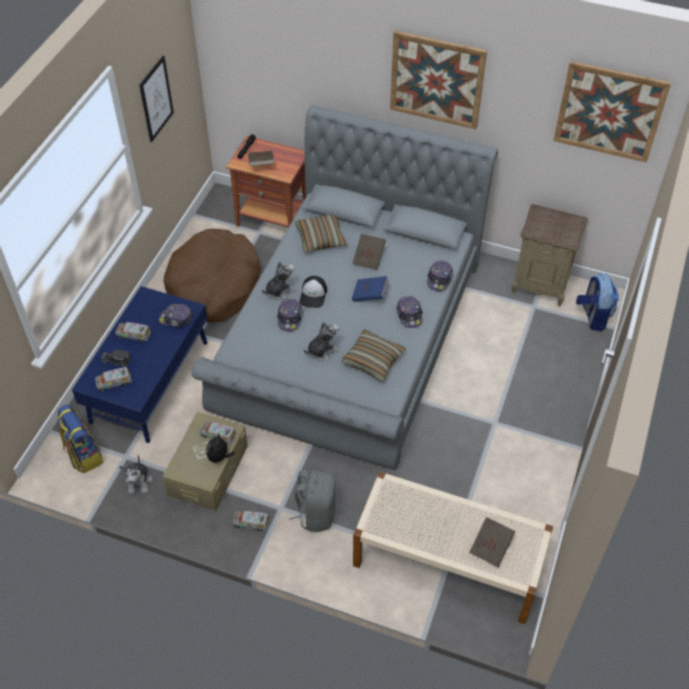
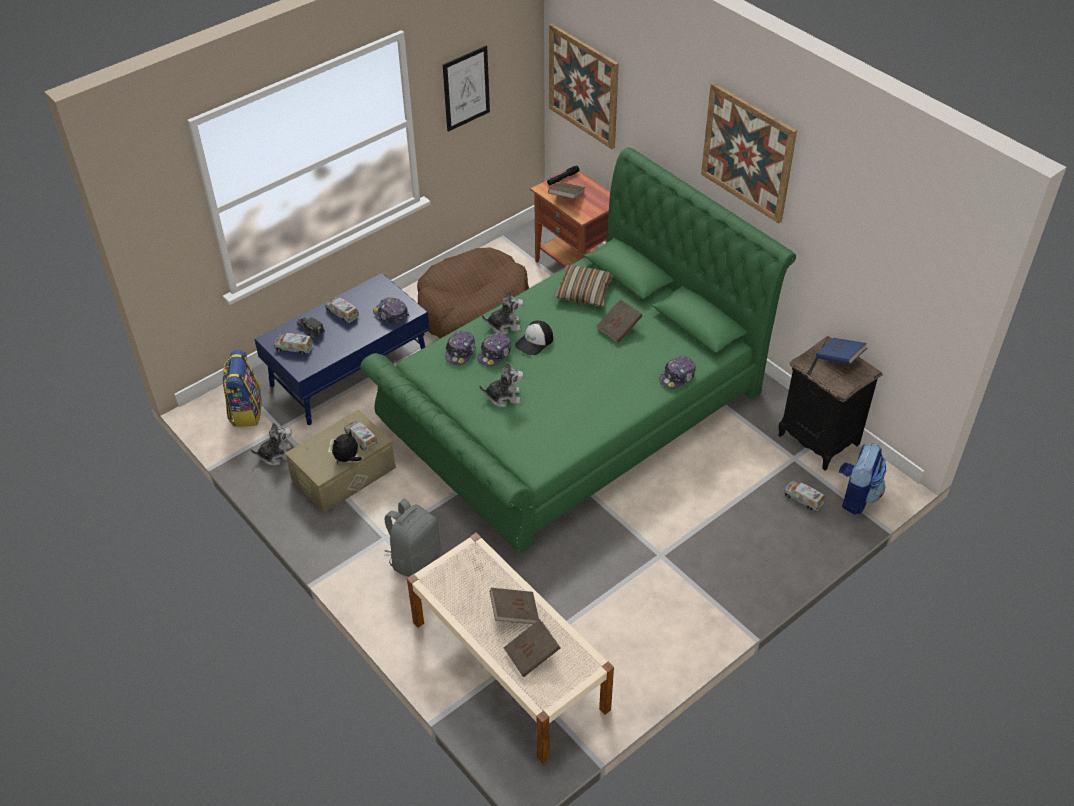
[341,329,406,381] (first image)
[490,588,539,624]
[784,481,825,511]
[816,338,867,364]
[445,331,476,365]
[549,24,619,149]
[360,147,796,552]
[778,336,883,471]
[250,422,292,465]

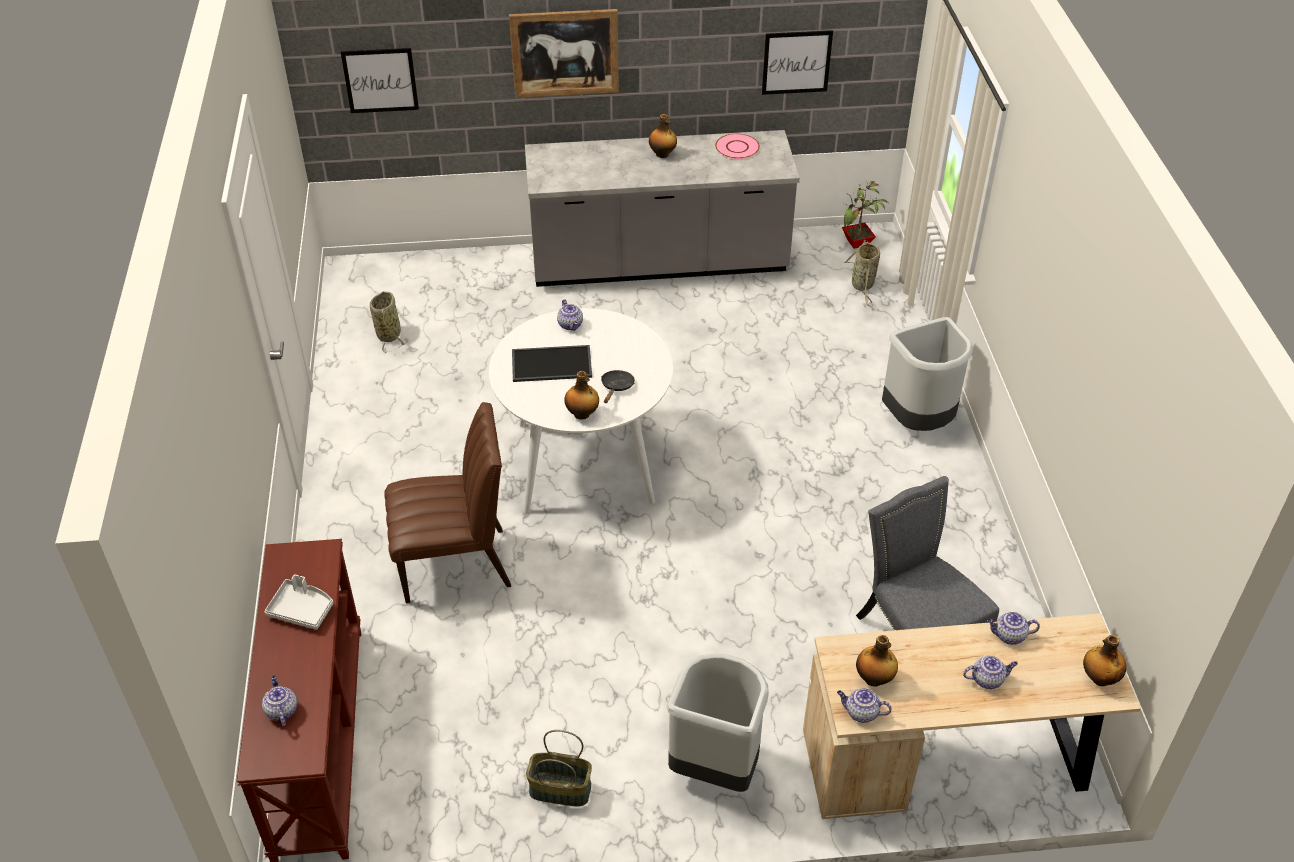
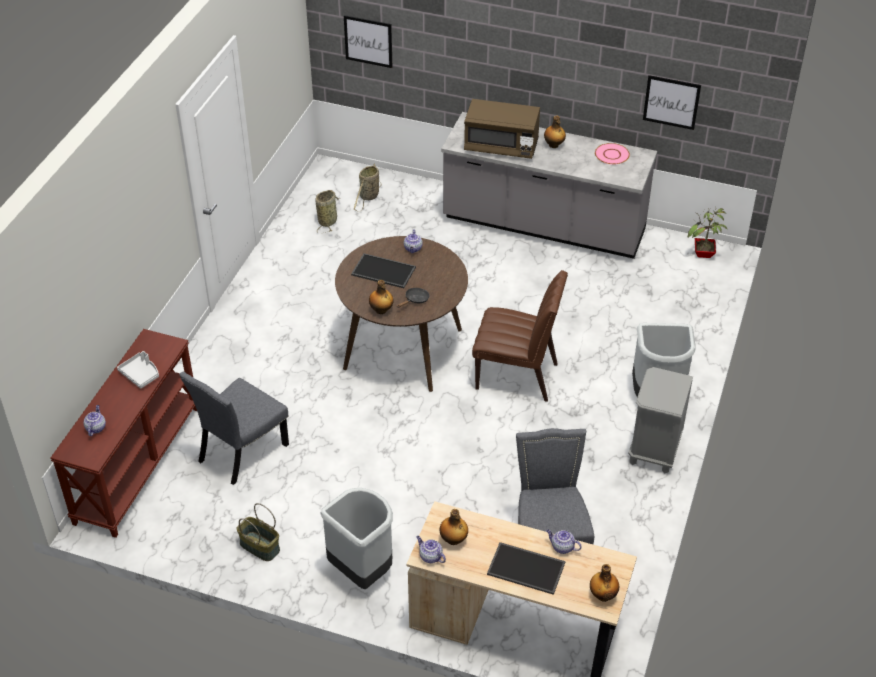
[509,9,619,98] (first image)
[180,372,289,485]
[464,99,540,159]
[628,367,693,474]
[472,270,568,402]
[354,164,381,212]
[487,542,566,595]
[335,236,468,392]

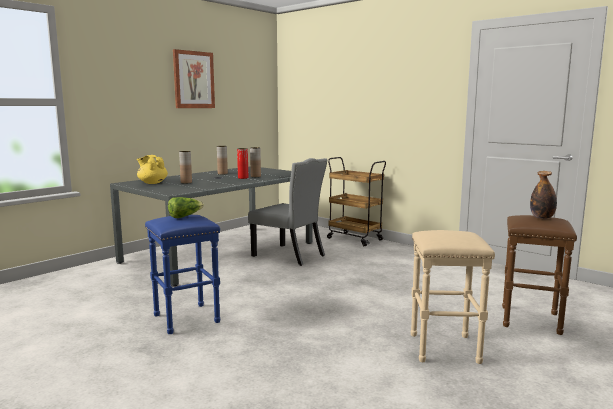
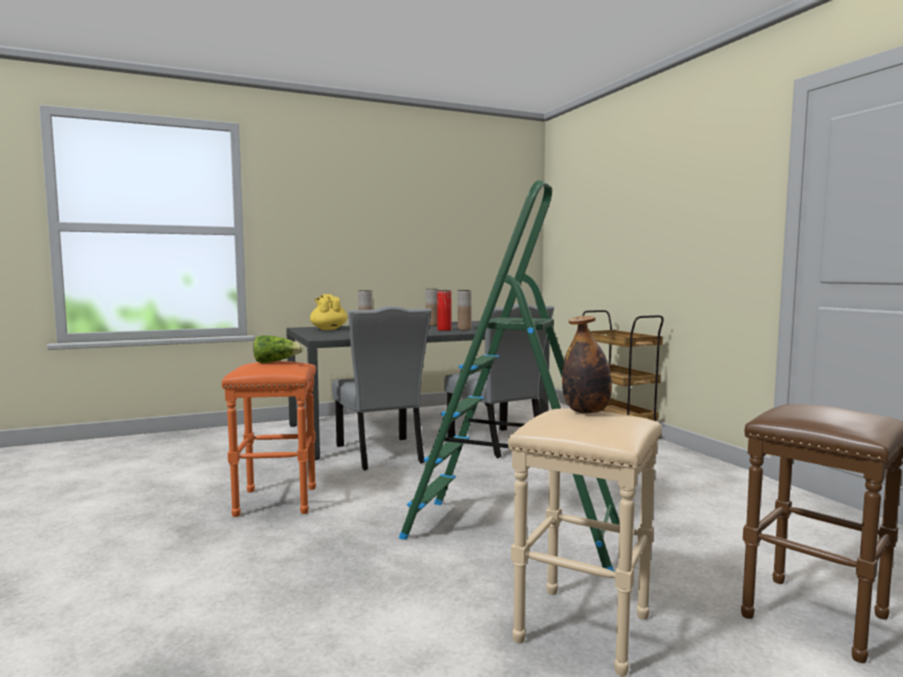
[173,49,215,108] (first image)
[332,306,432,470]
[399,180,619,571]
[562,316,612,414]
[222,361,316,517]

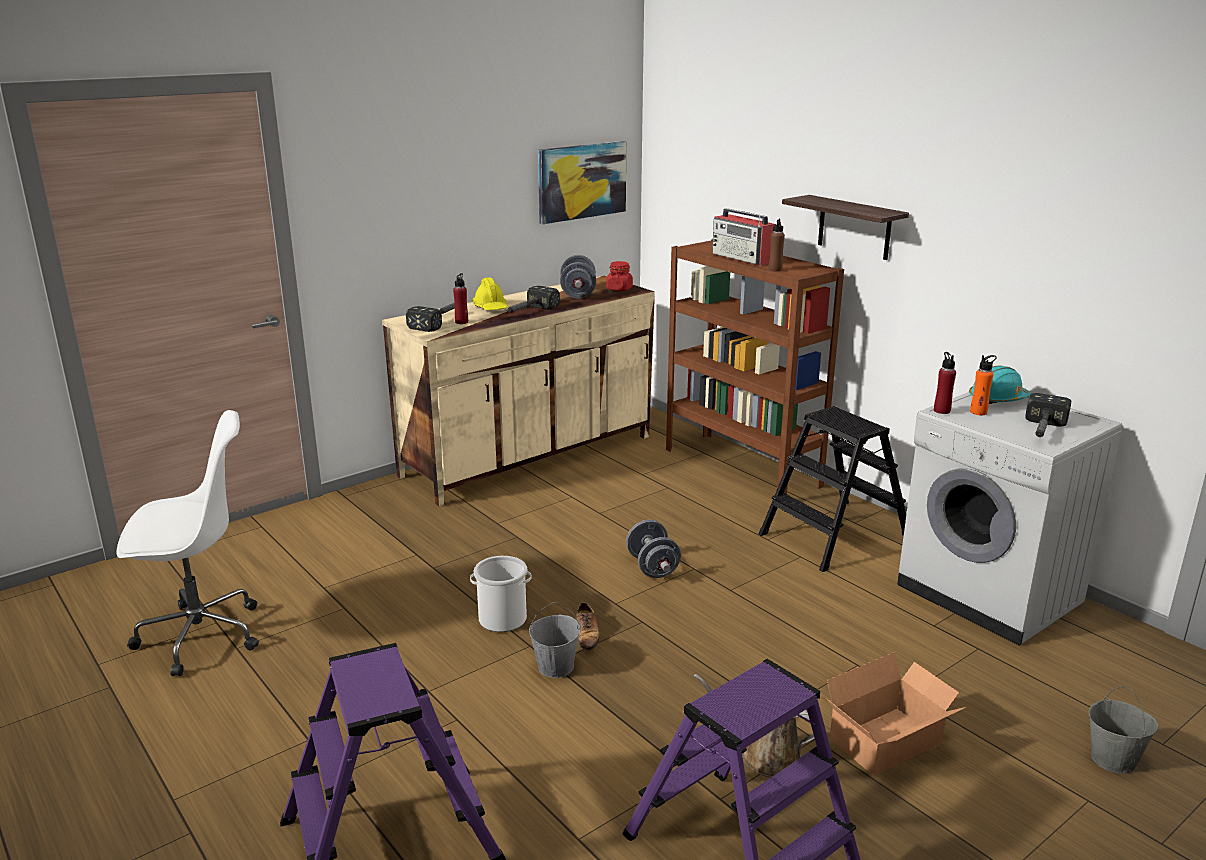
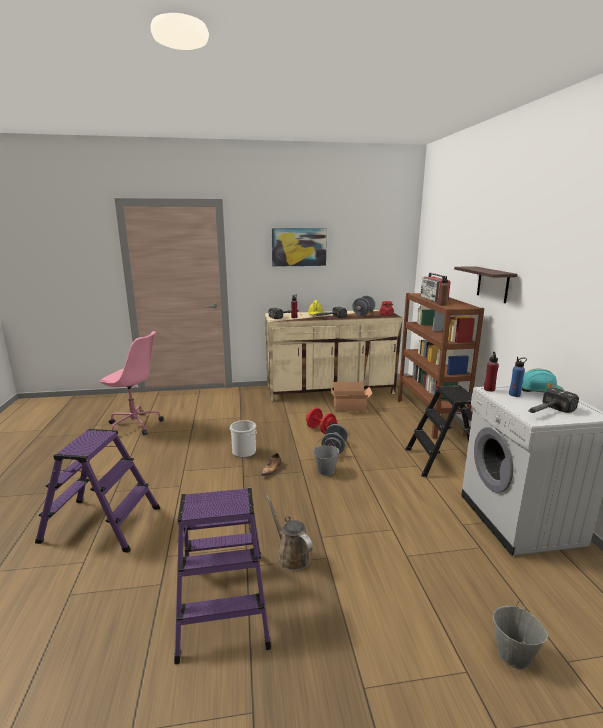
[306,408,337,434]
[313,437,339,476]
[271,228,327,267]
[330,382,373,411]
[98,331,164,435]
[509,357,527,397]

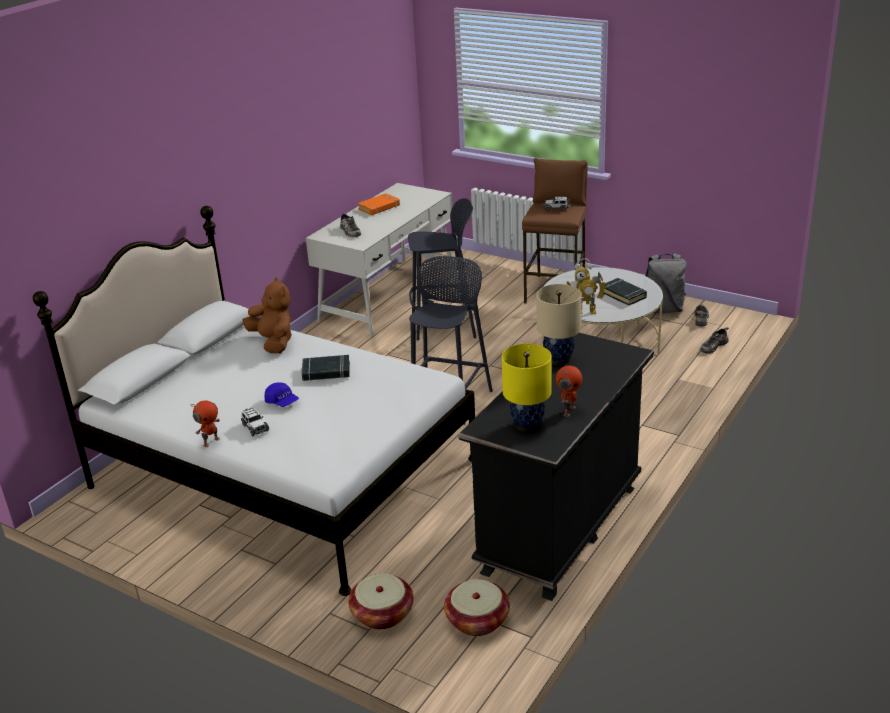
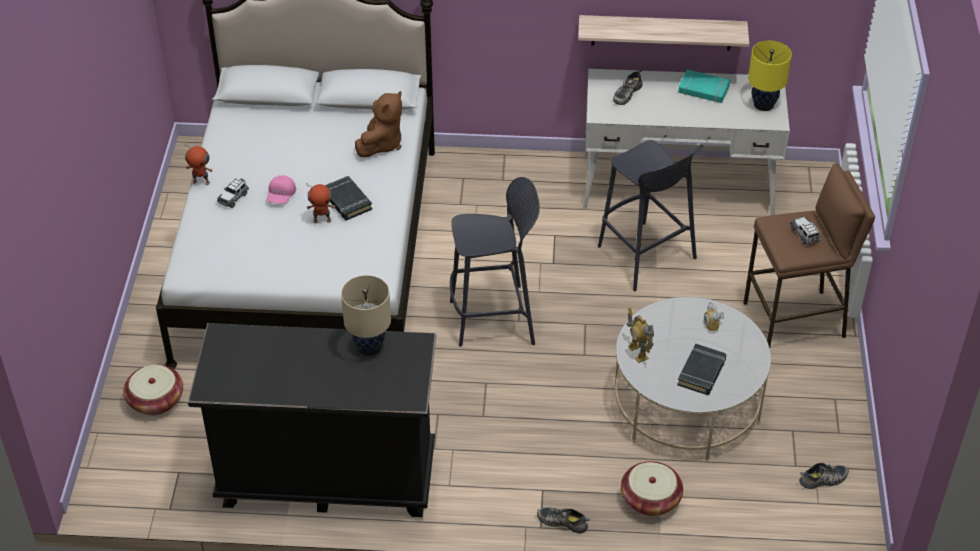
[645,253,687,313] (first image)
[578,15,749,51]
[621,461,683,516]
[748,41,792,111]
[306,184,335,223]
[537,507,590,534]
[267,175,296,204]
[678,70,730,103]

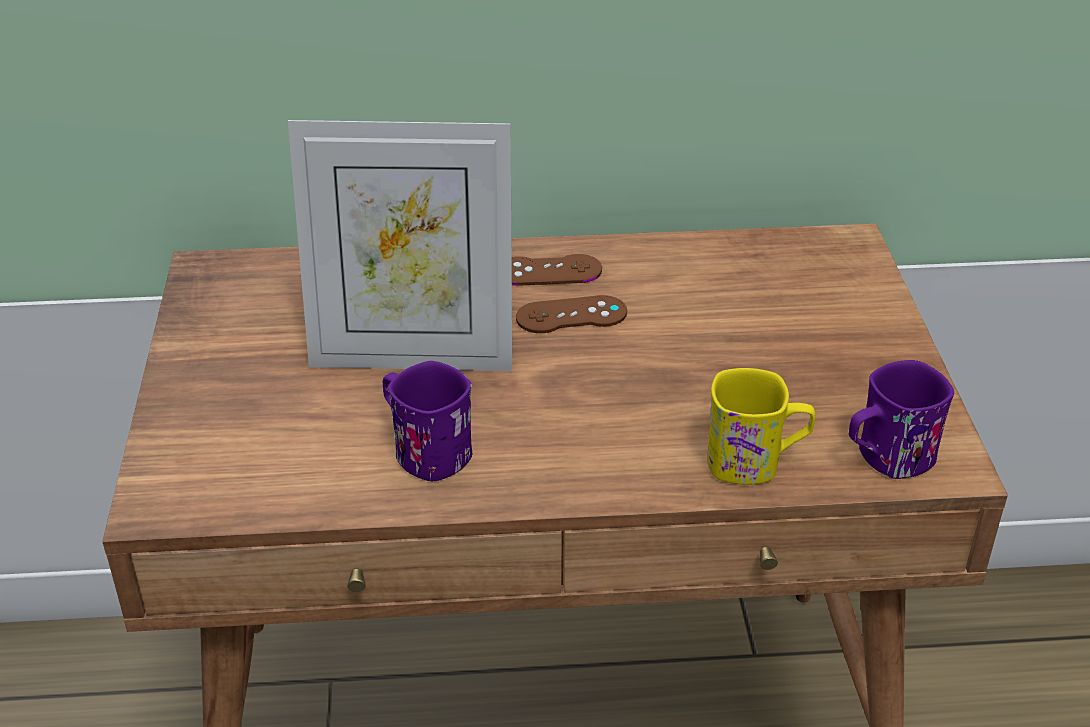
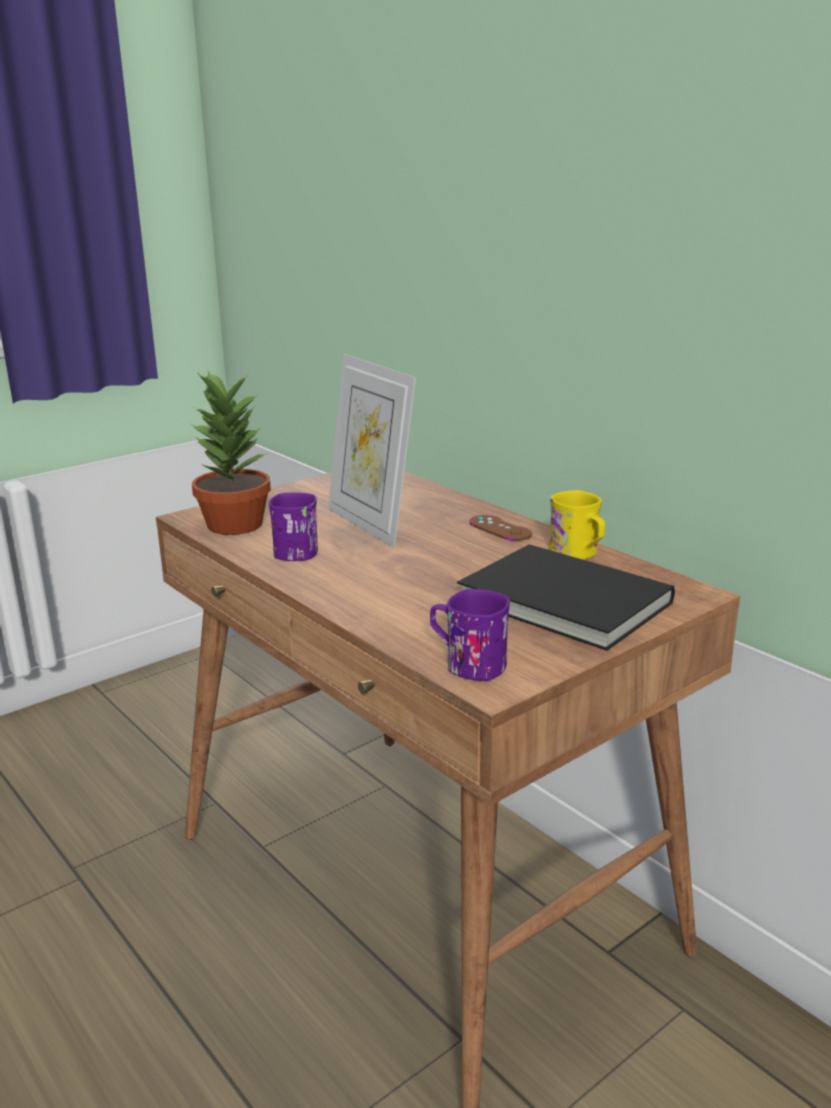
[516,295,627,333] (first image)
[191,371,271,535]
[457,544,675,651]
[549,490,605,559]

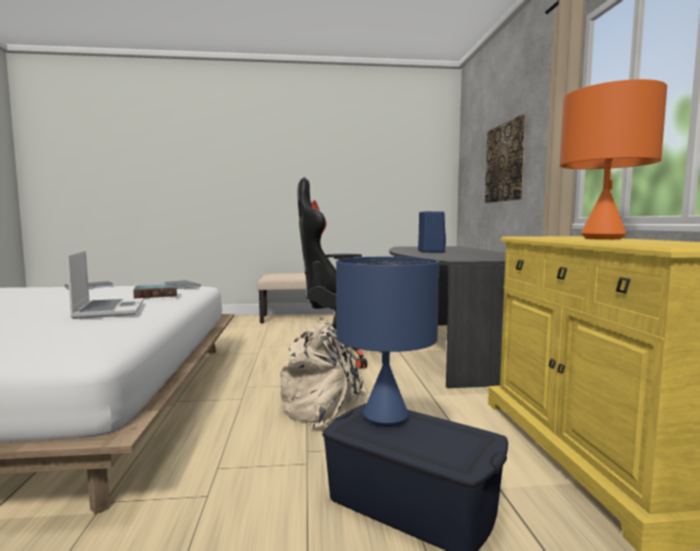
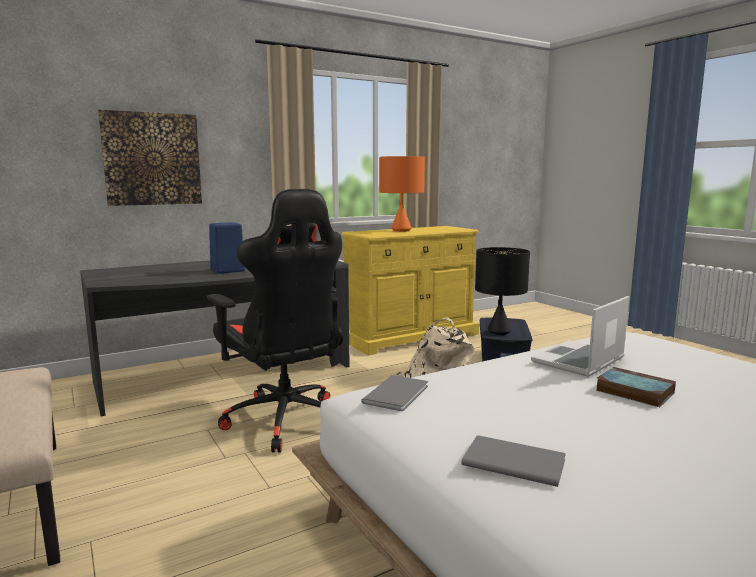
[596,367,676,407]
[475,247,530,335]

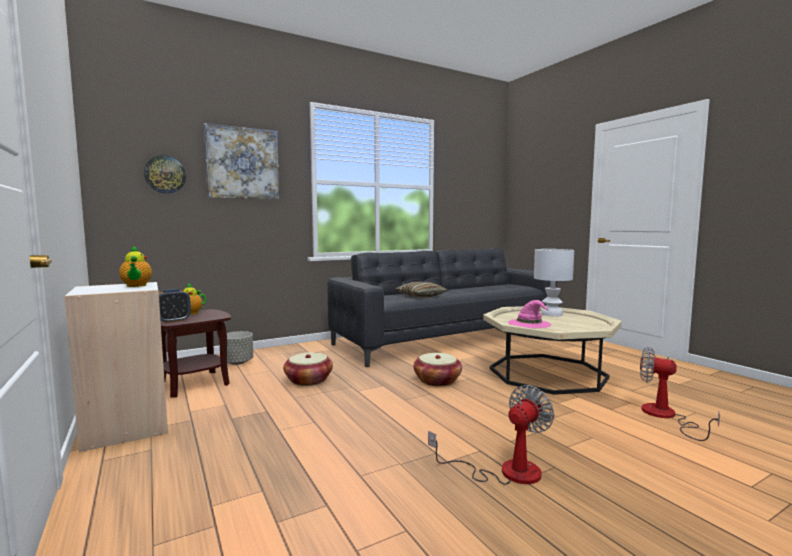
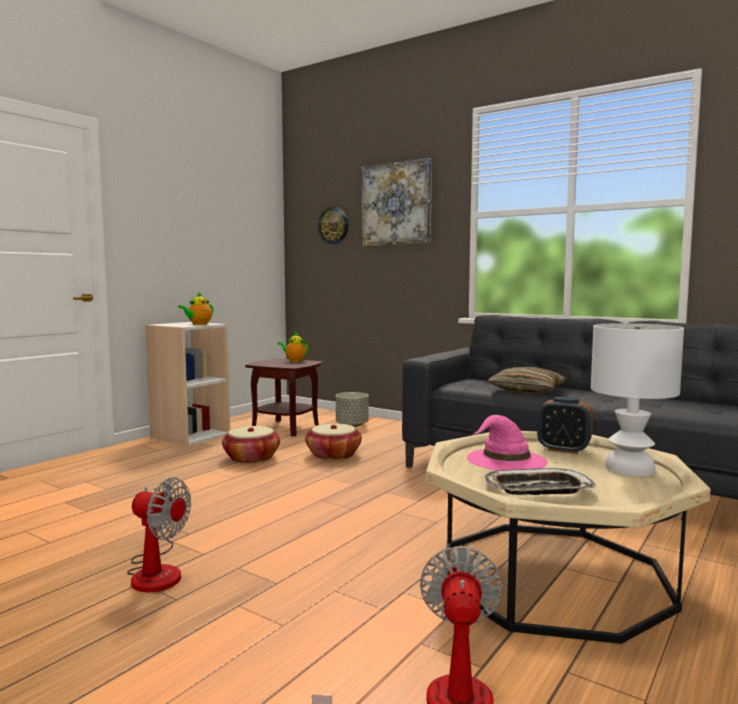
[485,468,596,495]
[537,397,593,454]
[222,426,280,464]

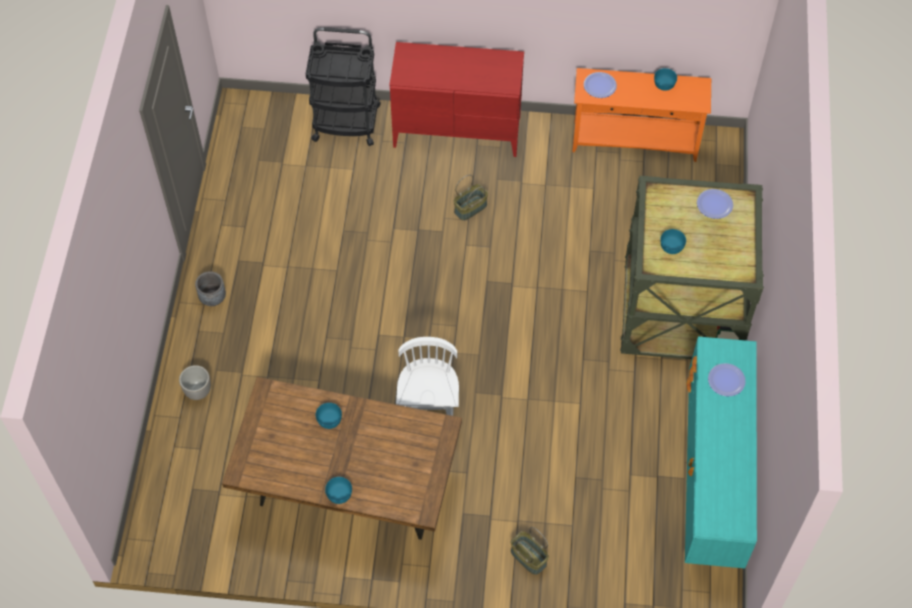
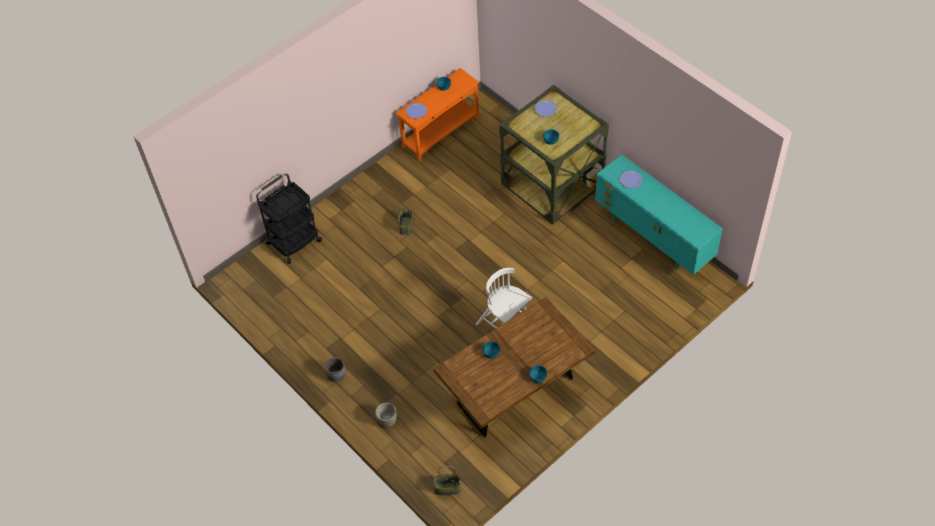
[389,42,524,157] (first image)
[433,466,461,495]

